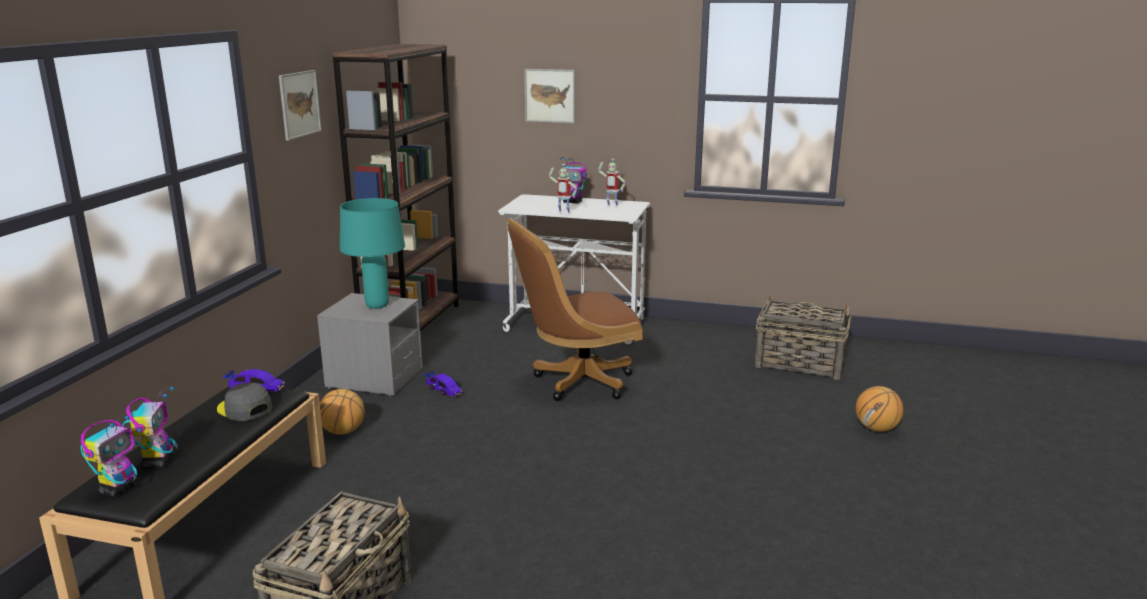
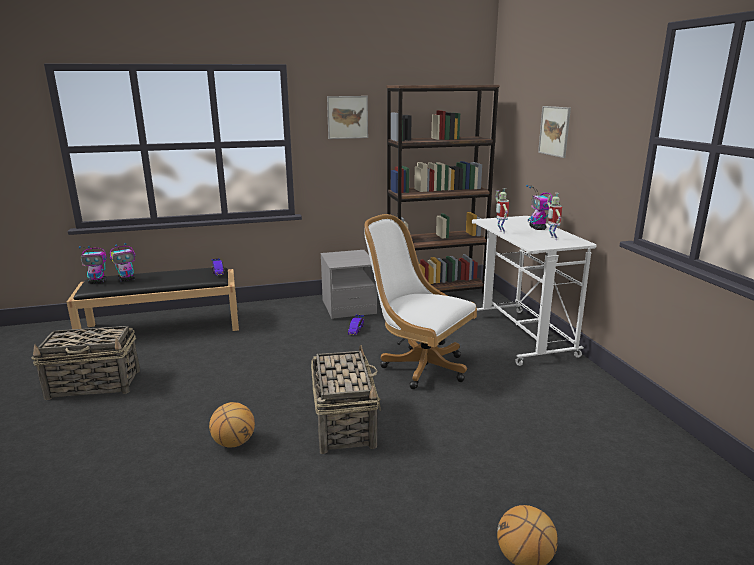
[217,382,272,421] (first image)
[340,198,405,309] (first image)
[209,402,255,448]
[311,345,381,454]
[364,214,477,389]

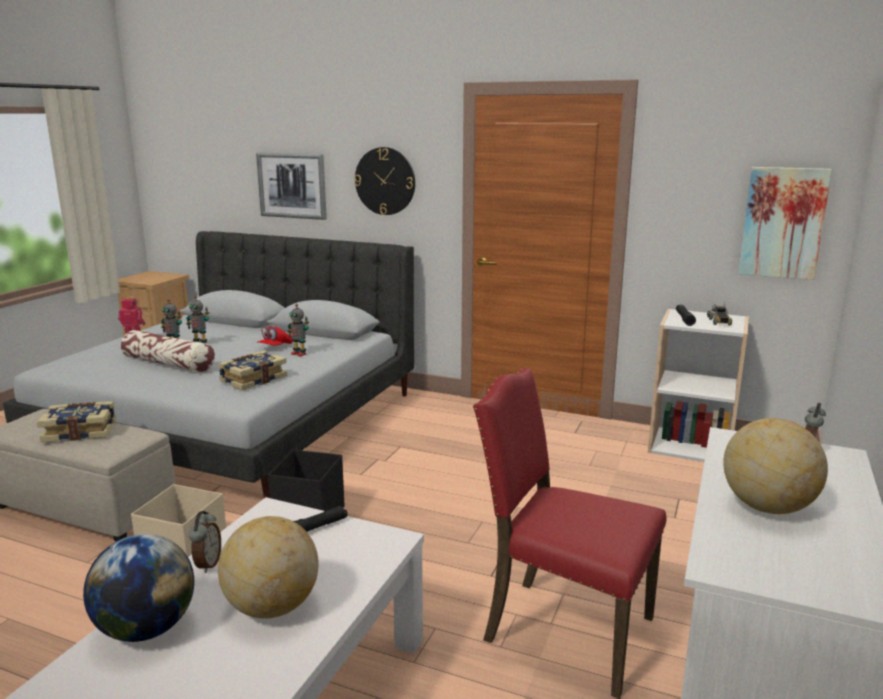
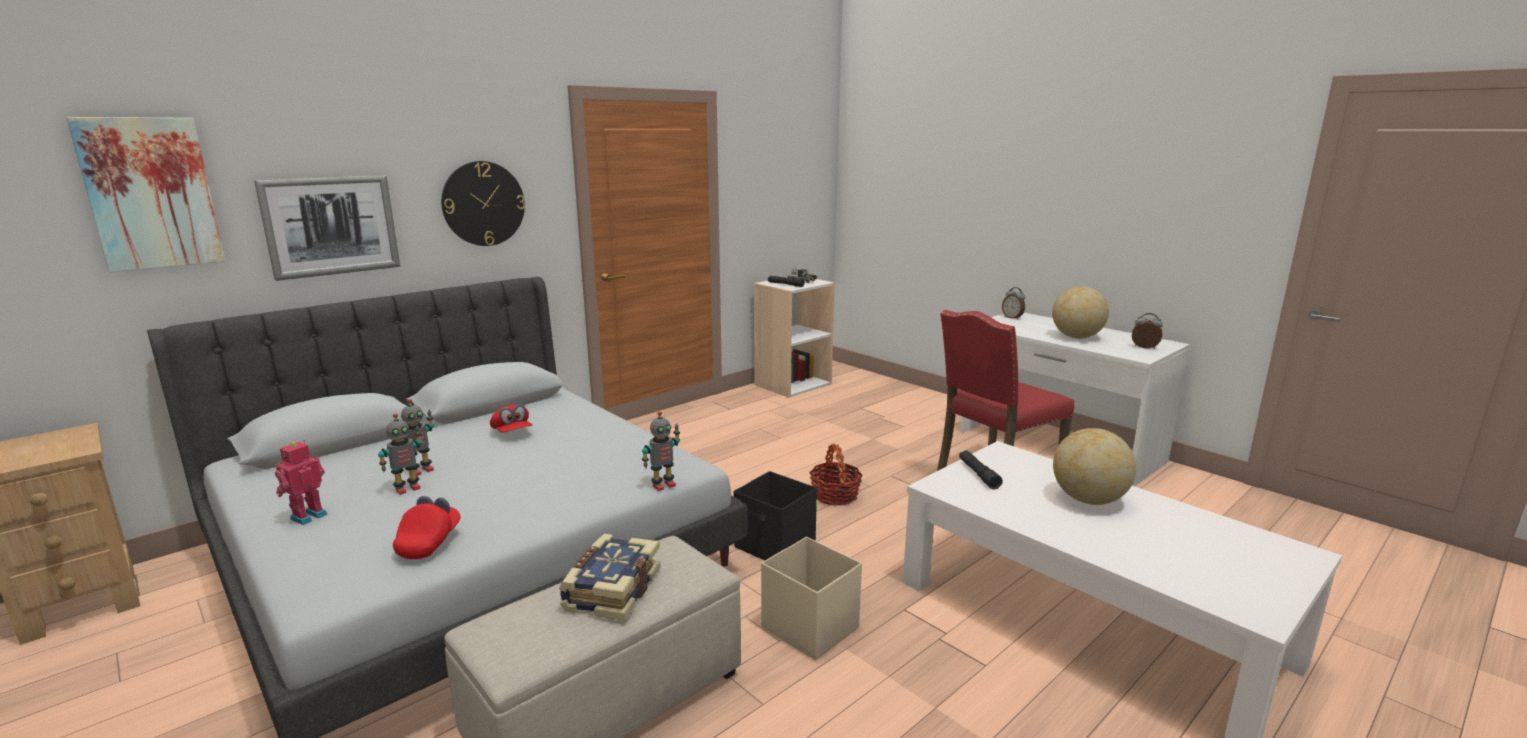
[83,534,194,642] (first image)
[121,330,215,372] (first image)
[218,351,287,391] (first image)
[393,496,461,559]
[809,444,863,506]
[1132,313,1163,349]
[642,411,680,491]
[66,117,225,272]

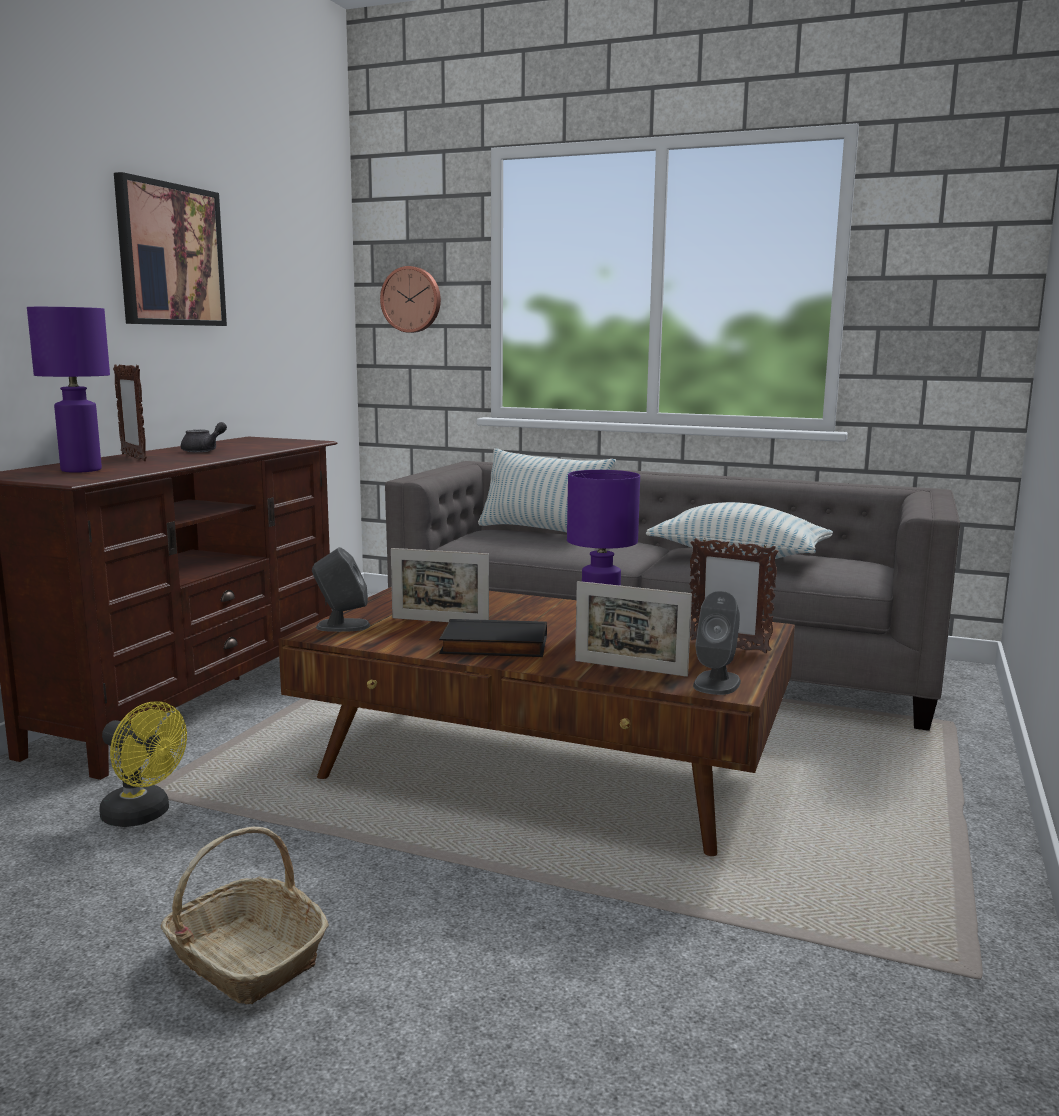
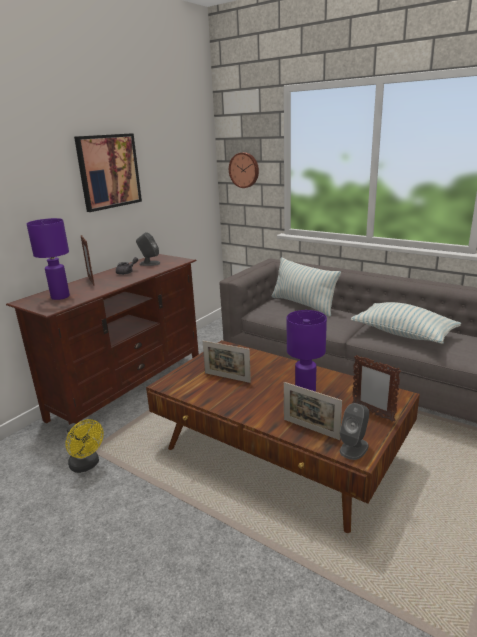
[160,827,329,1004] (first image)
[439,619,547,657] (first image)
[136,232,160,266]

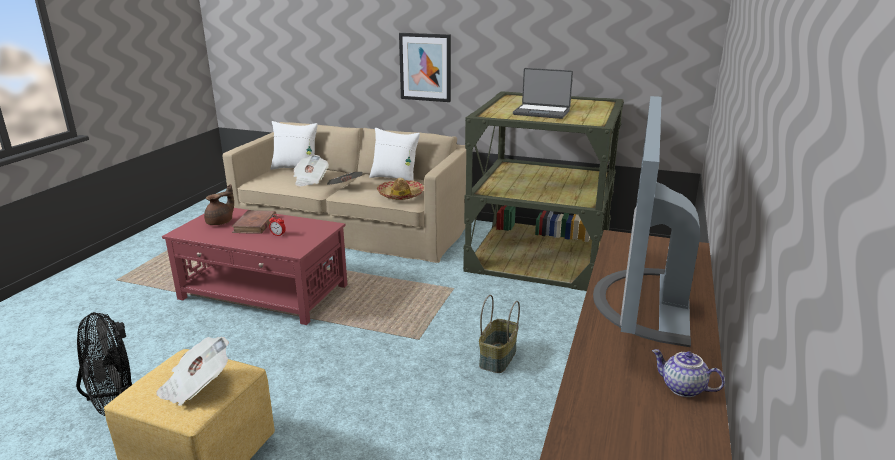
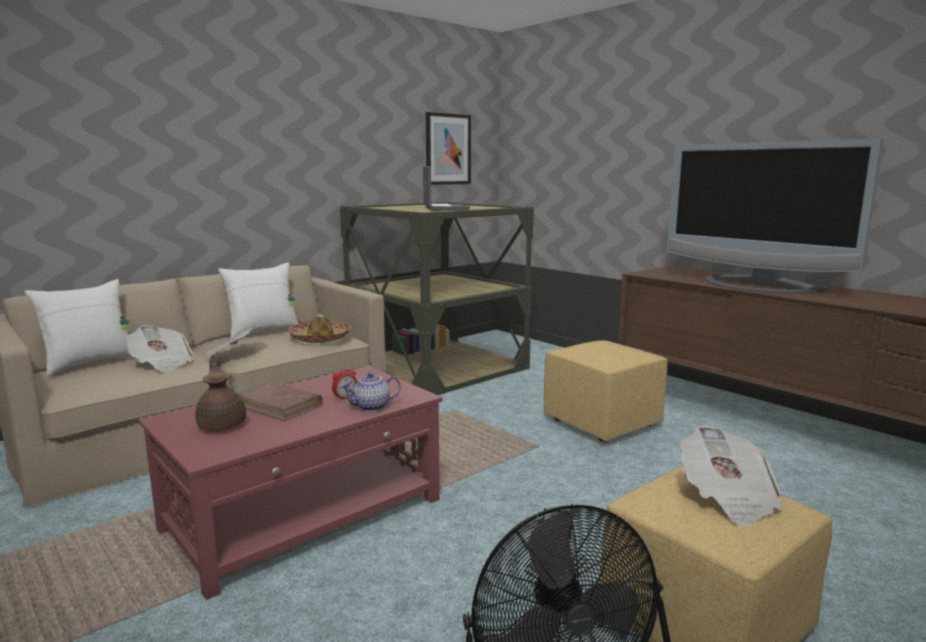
[426,112,471,185]
[341,372,401,412]
[543,340,668,442]
[423,166,470,211]

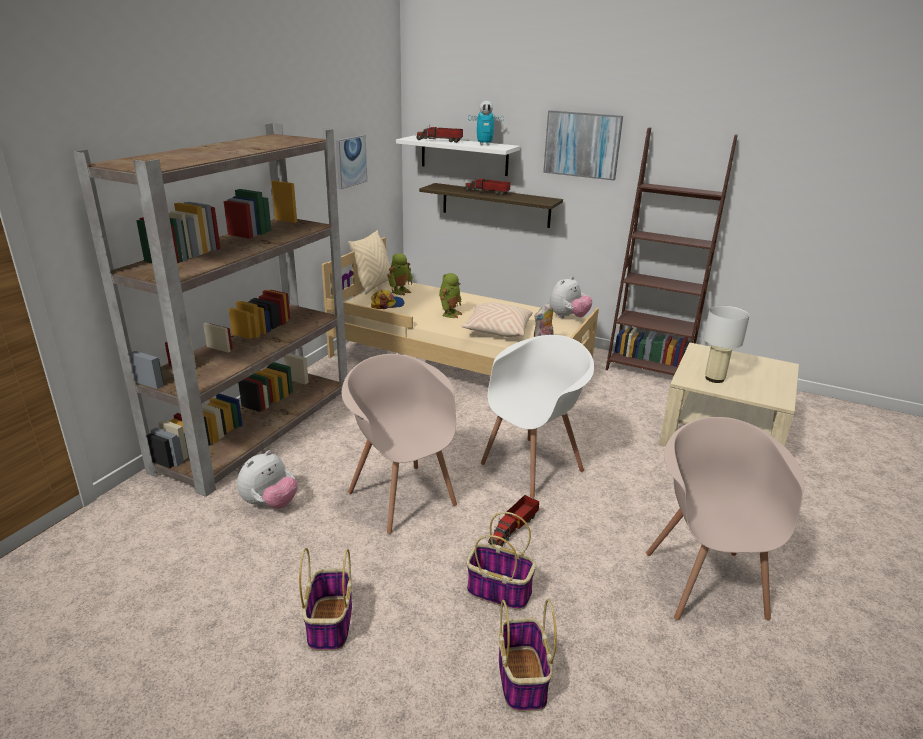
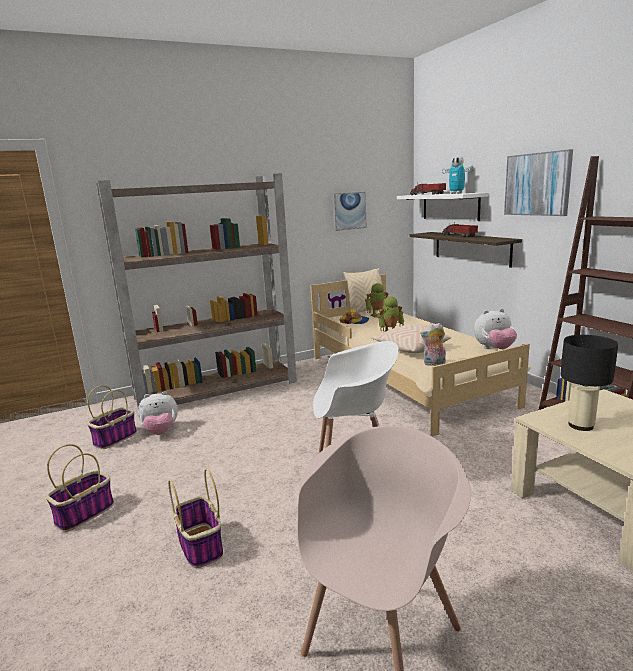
[342,354,457,534] (first image)
[488,495,539,547] (first image)
[87,385,137,449]
[561,335,618,431]

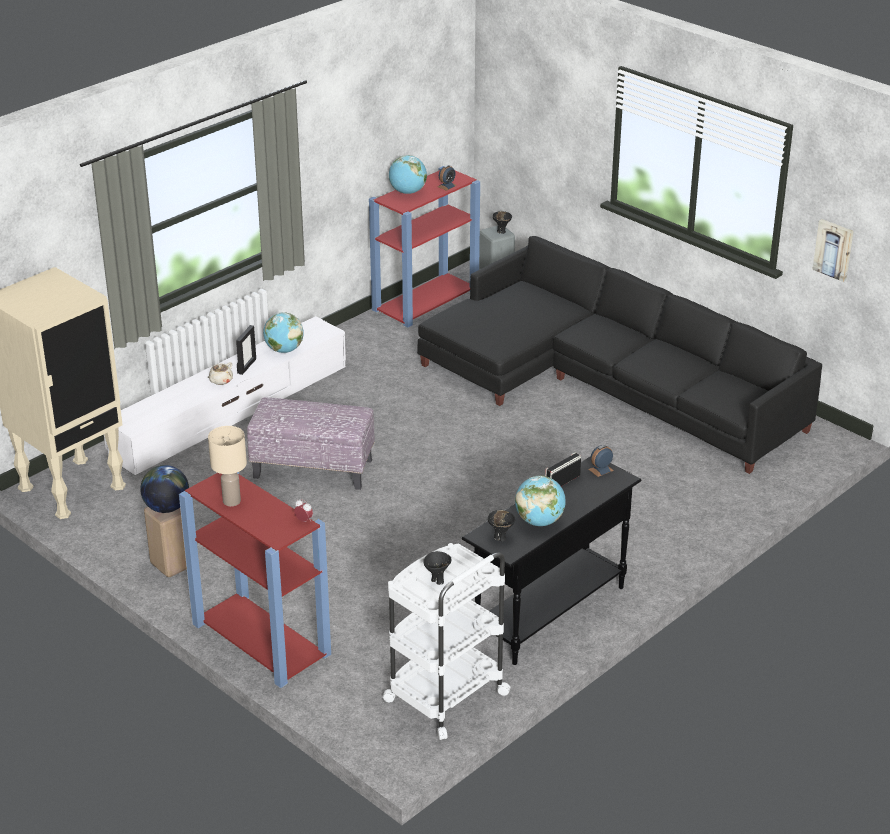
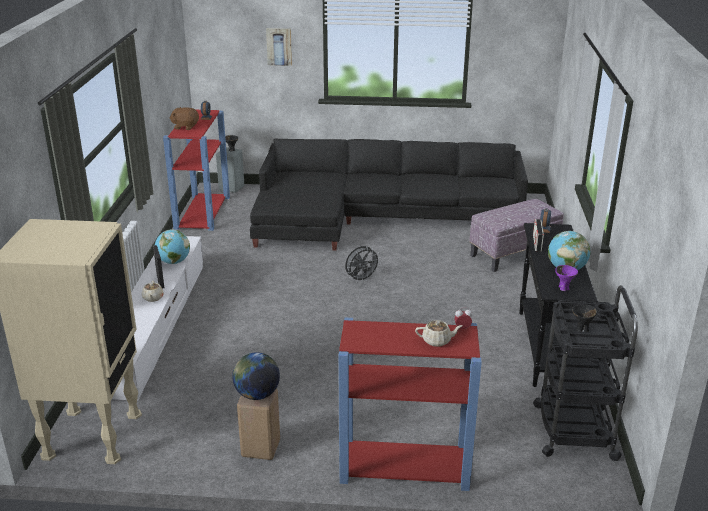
[208,426,247,506] (first image)
[345,246,381,283]
[415,320,462,347]
[469,199,564,272]
[266,28,292,66]
[170,107,199,130]
[533,285,638,461]
[555,265,578,291]

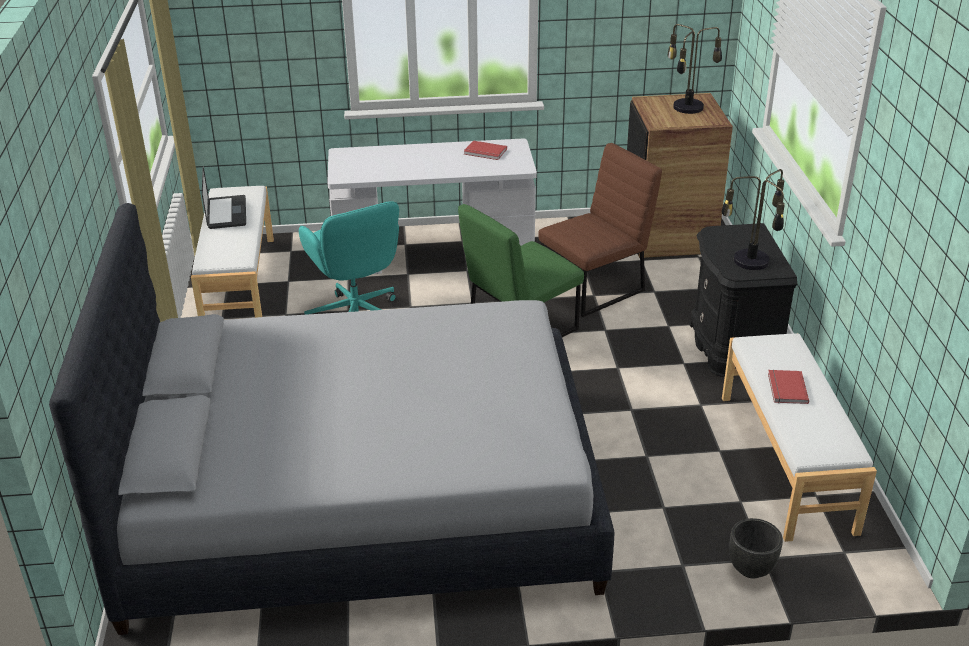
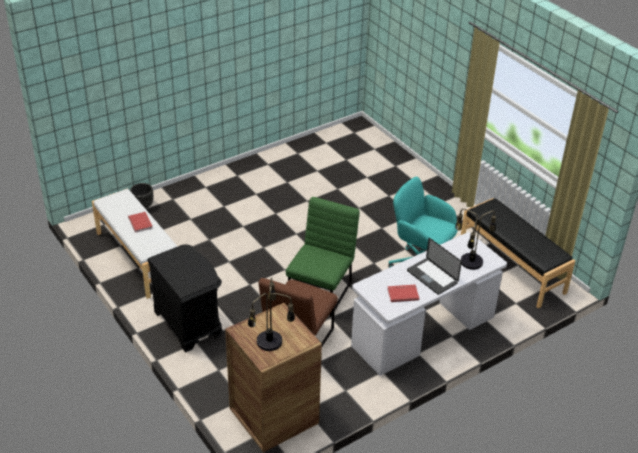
[49,203,614,635] (first image)
[407,238,462,295]
[455,209,496,270]
[461,198,575,309]

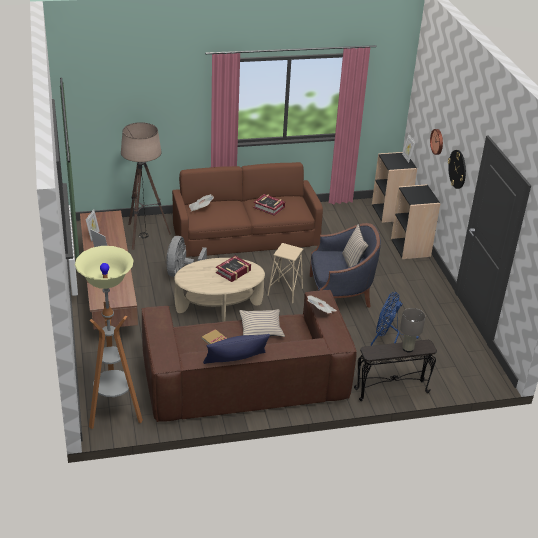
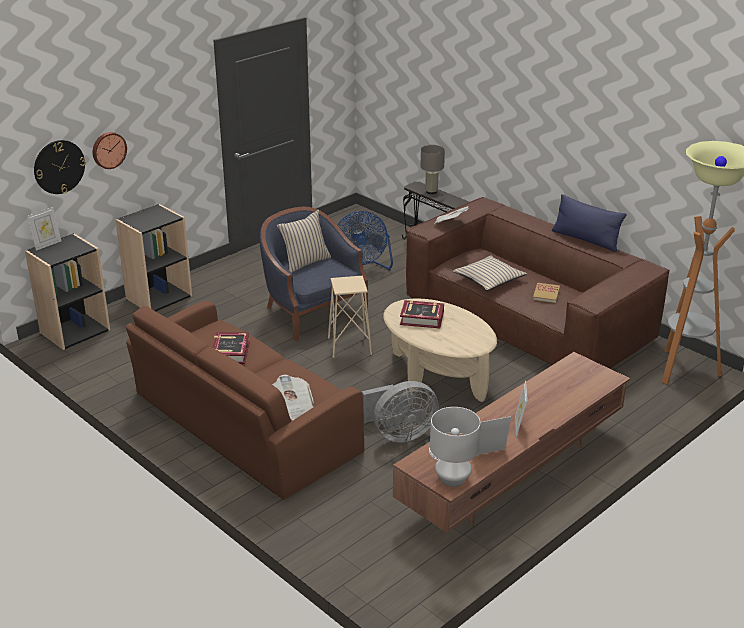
[121,122,171,250] (first image)
[429,407,481,487]
[34,140,86,194]

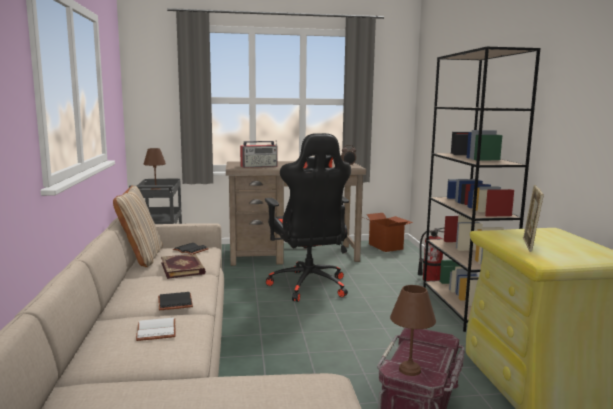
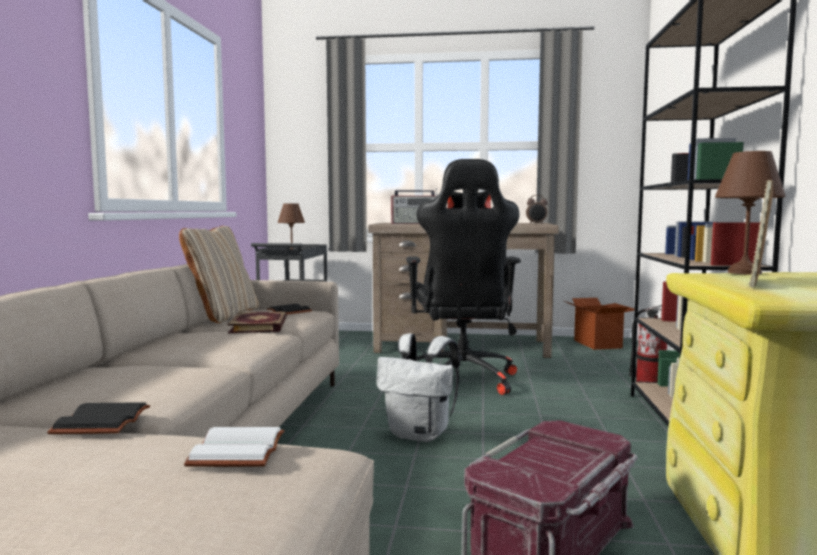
[376,333,460,442]
[184,427,285,467]
[47,402,150,434]
[715,151,786,275]

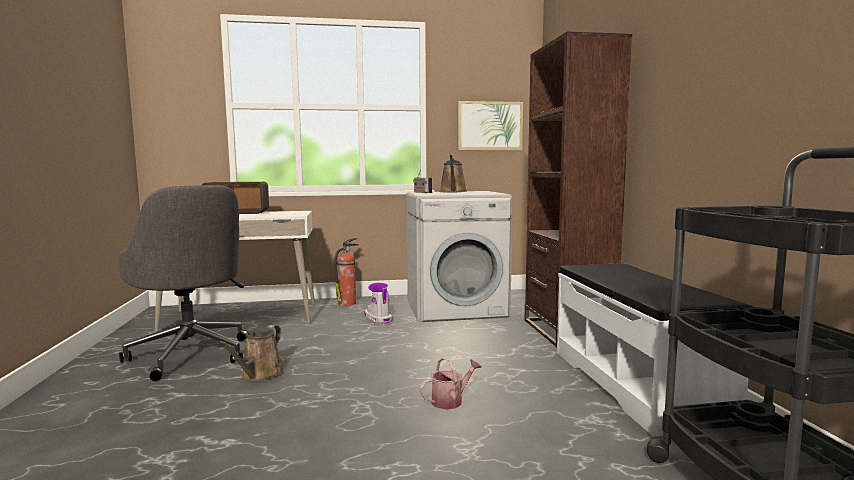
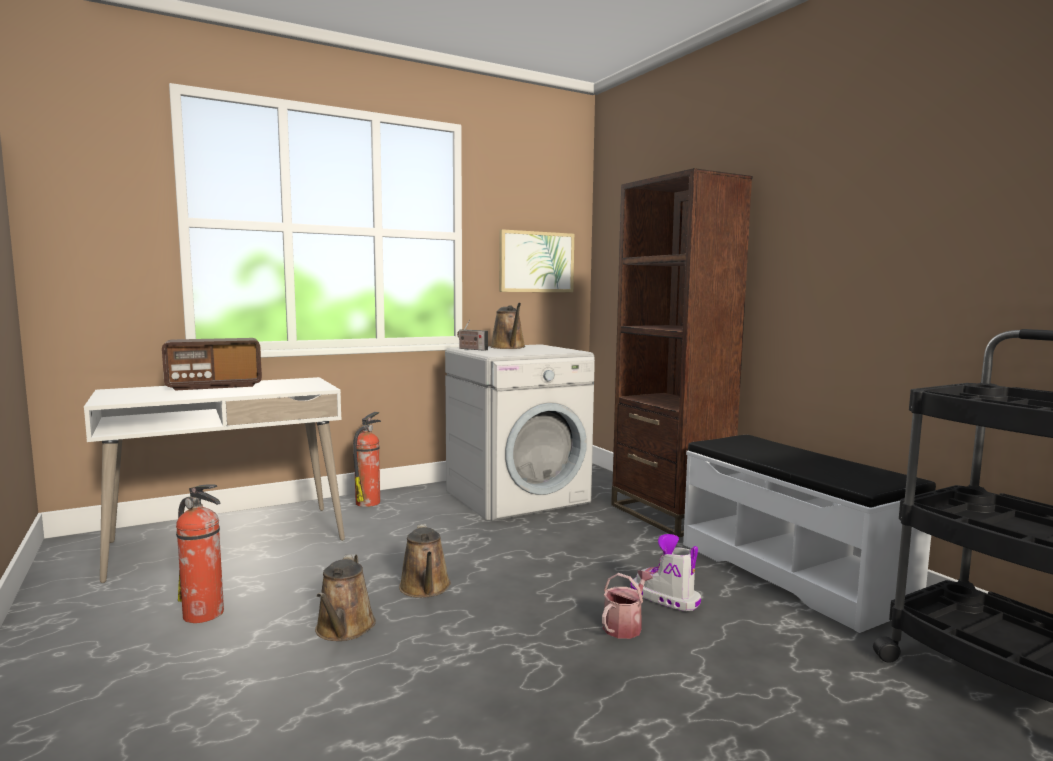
[399,524,451,598]
[631,534,701,611]
[176,484,224,623]

